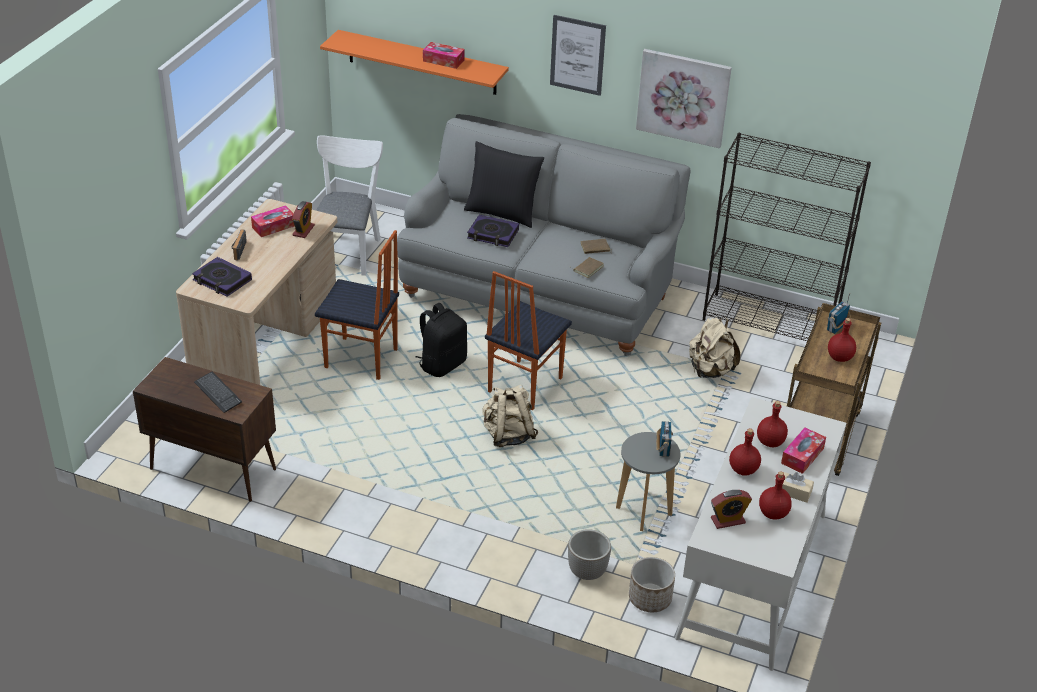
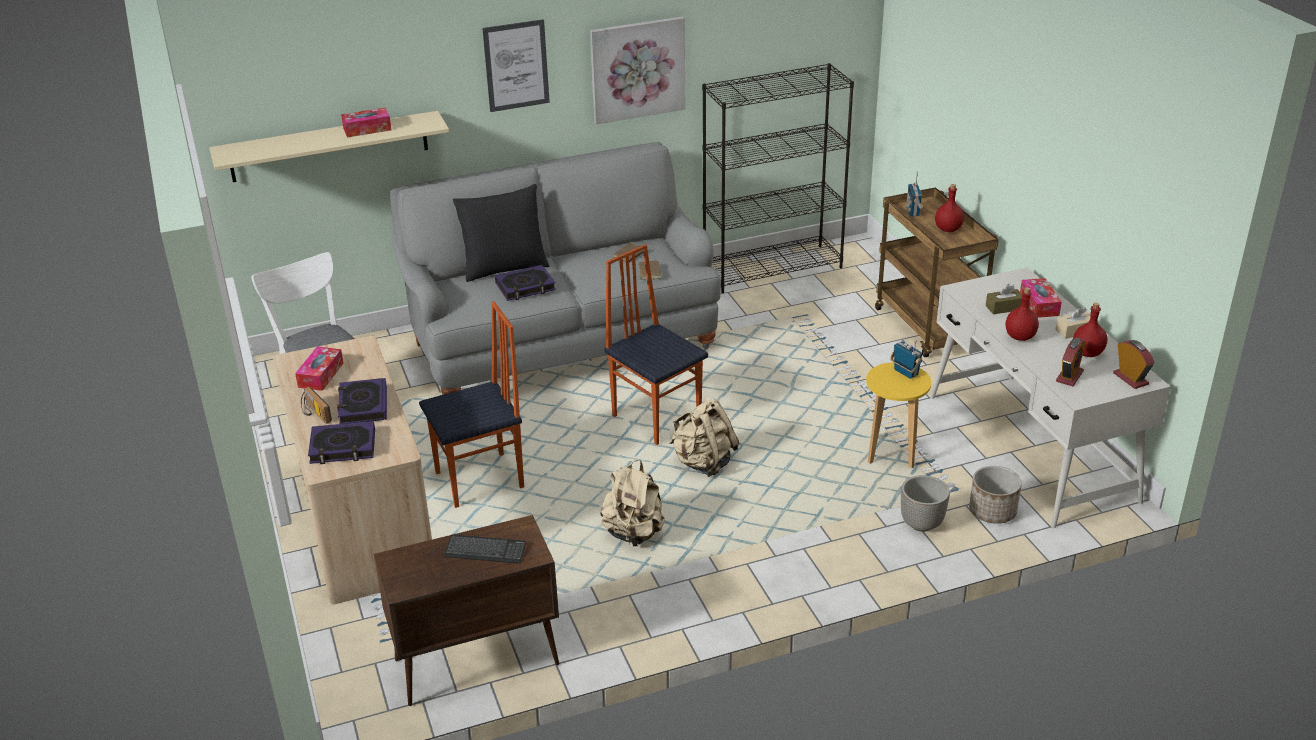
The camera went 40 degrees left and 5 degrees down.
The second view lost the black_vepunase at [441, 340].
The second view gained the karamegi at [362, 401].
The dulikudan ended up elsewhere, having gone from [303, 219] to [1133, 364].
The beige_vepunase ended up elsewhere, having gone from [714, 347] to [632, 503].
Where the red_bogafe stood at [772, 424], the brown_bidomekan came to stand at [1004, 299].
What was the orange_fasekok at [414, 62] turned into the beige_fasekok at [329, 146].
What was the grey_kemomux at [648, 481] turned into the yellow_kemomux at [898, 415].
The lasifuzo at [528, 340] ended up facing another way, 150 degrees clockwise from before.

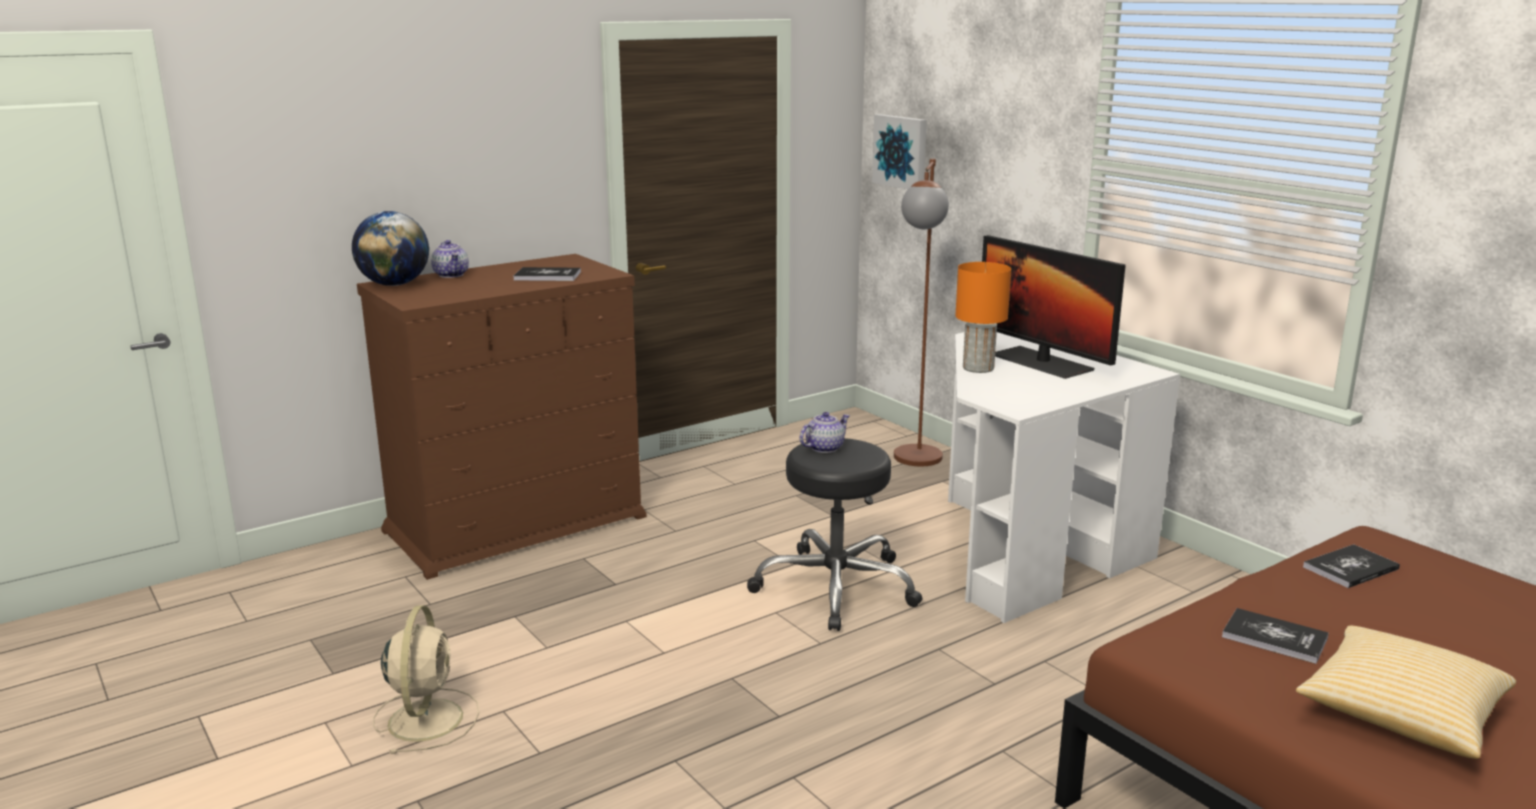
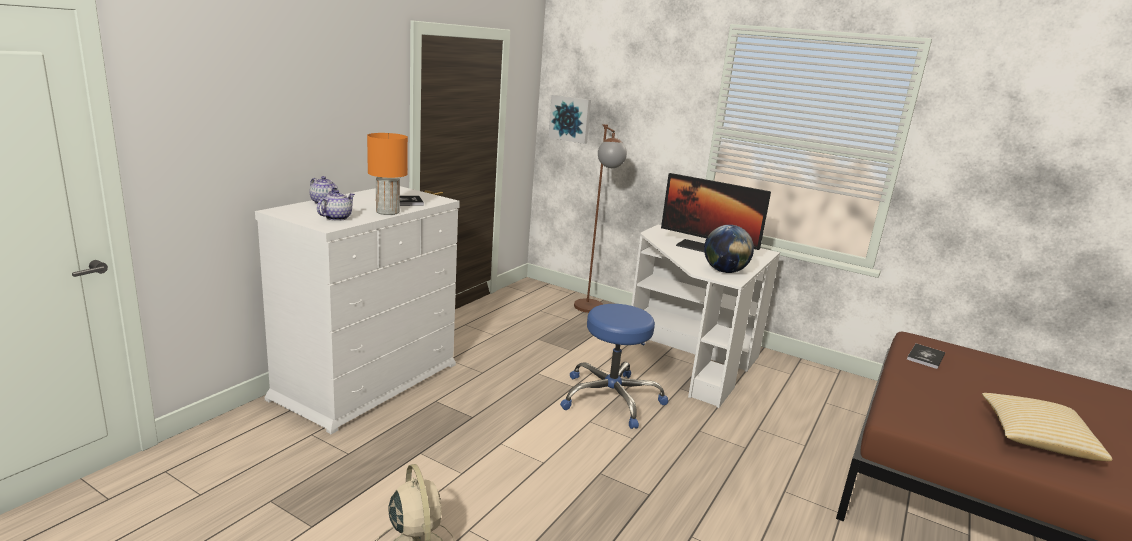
The camera went 25 degrees left and 0 degrees up.
The second view lost the karamegi at [1275, 636].
The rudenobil ended up elsewhere, having gone from [390, 248] to [729, 249].
The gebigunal ended up elsewhere, having gone from [825, 432] to [336, 205].
The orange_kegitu ended up elsewhere, having gone from [983, 317] to [387, 174].
What was the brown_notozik at [502, 417] turned into the white_notozik at [357, 310].
What was the black_kemomux at [834, 534] turned into the blue_kemomux at [614, 366].

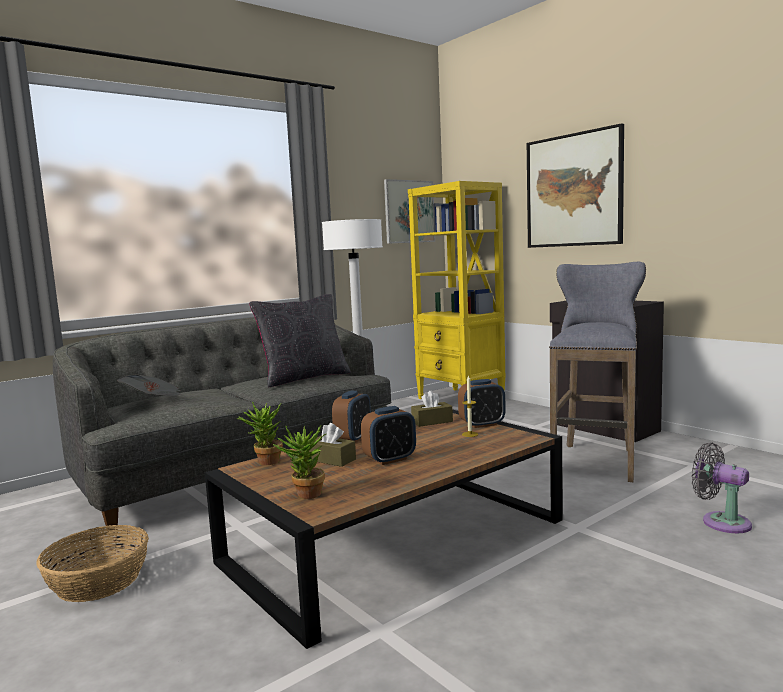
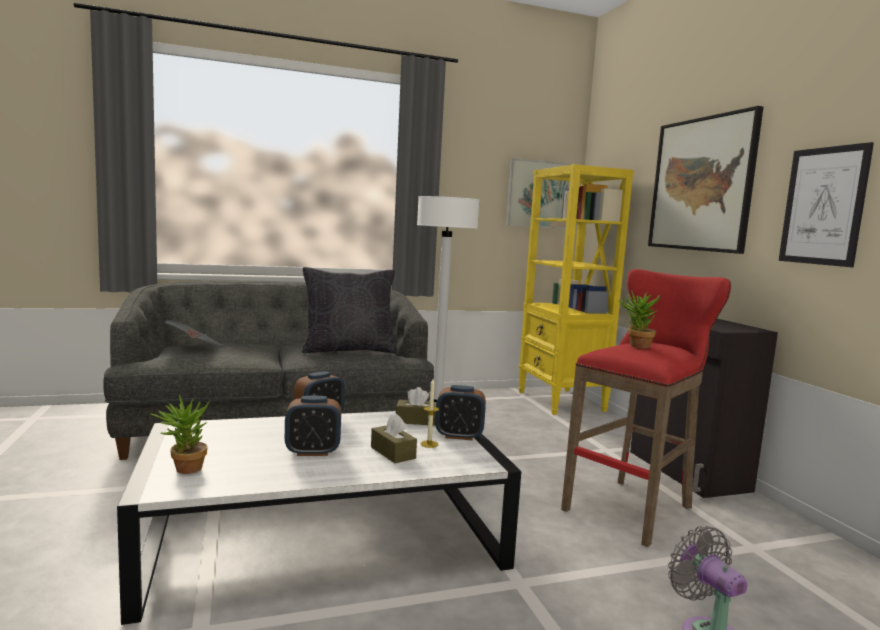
The camera went 20 degrees right and 0 degrees up.
The second view lost the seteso at [92, 563].
The second view gained the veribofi at [826, 204].
The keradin ended up elsewhere, having gone from [259, 433] to [640, 319].
The brown_bidomekan ended up elsewhere, having gone from [332, 445] to [394, 438].
What was the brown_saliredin at [384, 529] turned into the white_saliredin at [319, 518].
What was the grey_kemomux at [597, 372] turned into the red_kemomux at [646, 408].

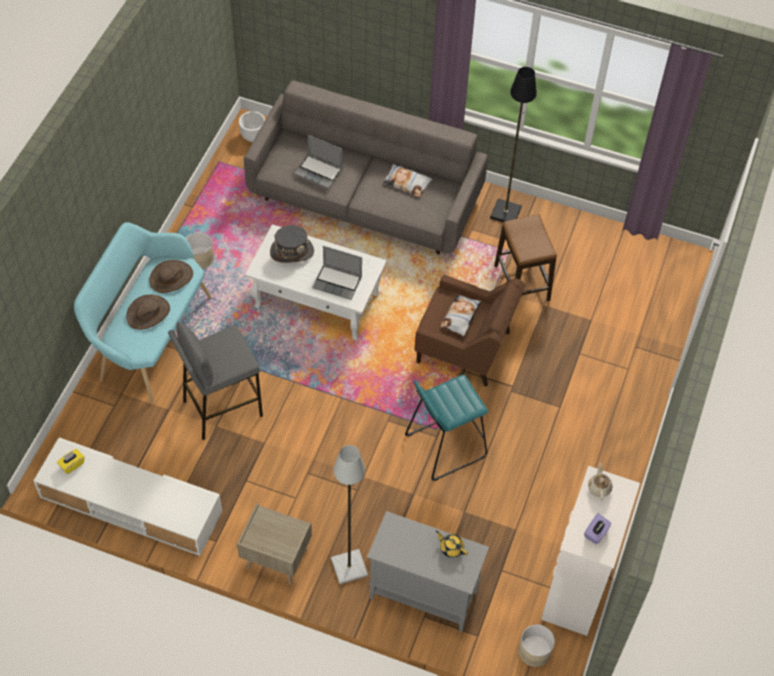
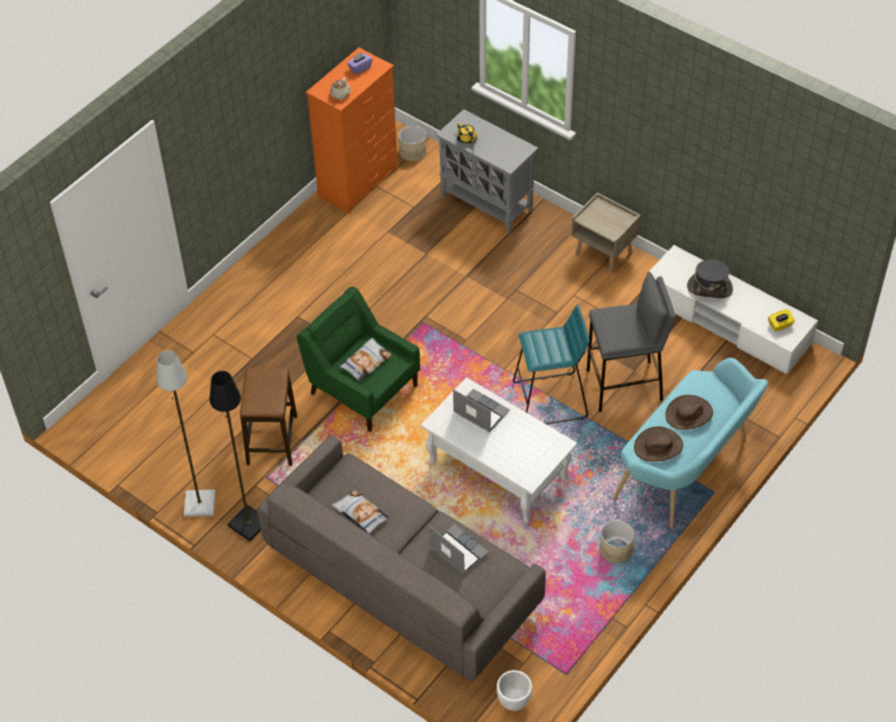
The camera went 160 degrees left and 5 degrees down.
The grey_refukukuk ended up elsewhere, having gone from [292, 244] to [710, 279].
The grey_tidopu ended up elsewhere, having gone from [349, 514] to [186, 433].
The turquoise_kemomux ended up elsewhere, having gone from [446, 428] to [551, 365].
What was the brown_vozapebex at [469, 331] turned into the green_vozapebex at [358, 359].
What was the white_notozik at [590, 551] turned into the orange_notozik at [352, 131].

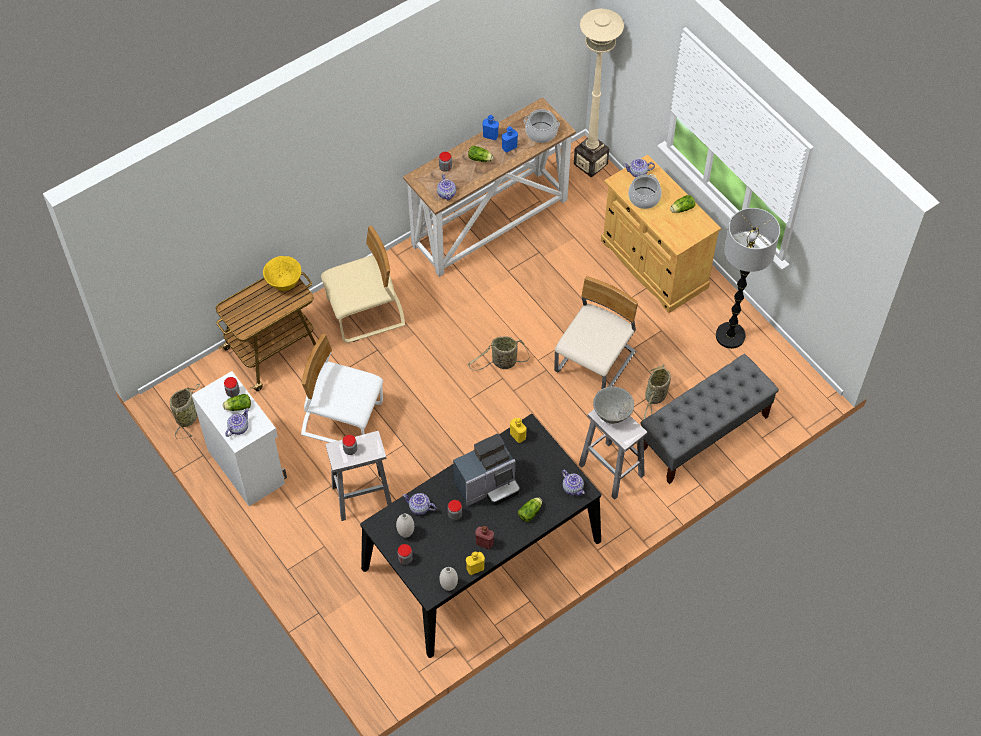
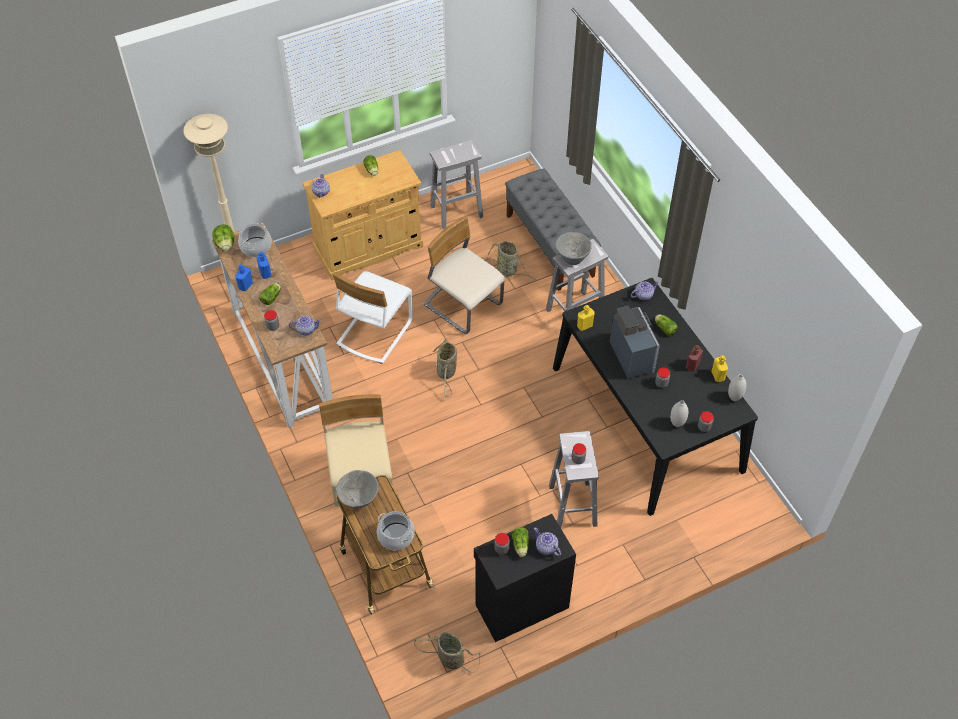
The camera went 80 degrees left and 5 degrees down.
The second view lost the gebigunal at [419, 504].
The second view gained the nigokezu at [223, 237].
The white_lasifuzo ended up elsewhere, having gone from [342, 388] to [373, 317].
The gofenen ended up elsewhere, having gone from [645, 191] to [395, 530].
Where the tidopu stood at [748, 278], the white_kemomux came to stand at [456, 184].
What was the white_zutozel at [239, 438] turned into the black_zutozel at [525, 578].
What was the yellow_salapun at [282, 273] turned into the grey_salapun at [357, 489].

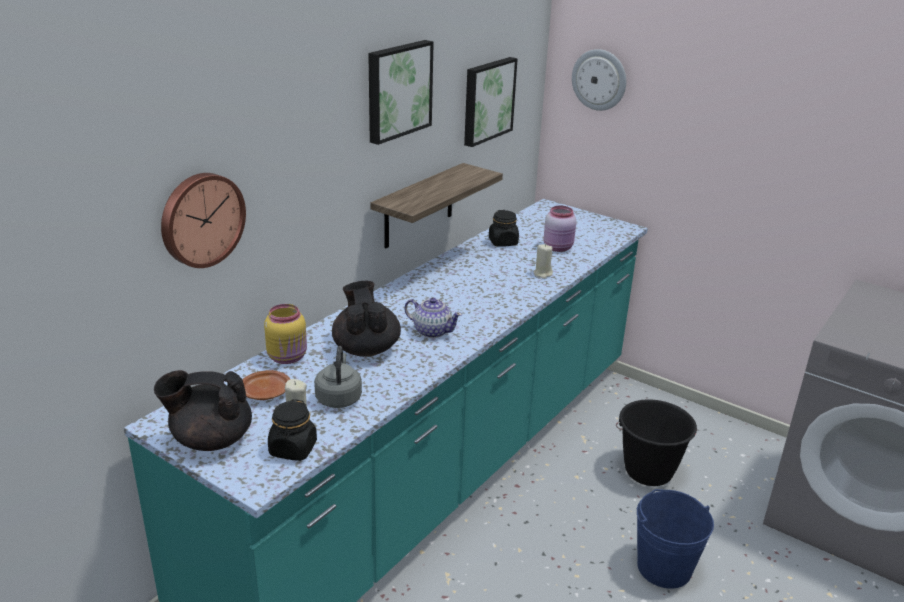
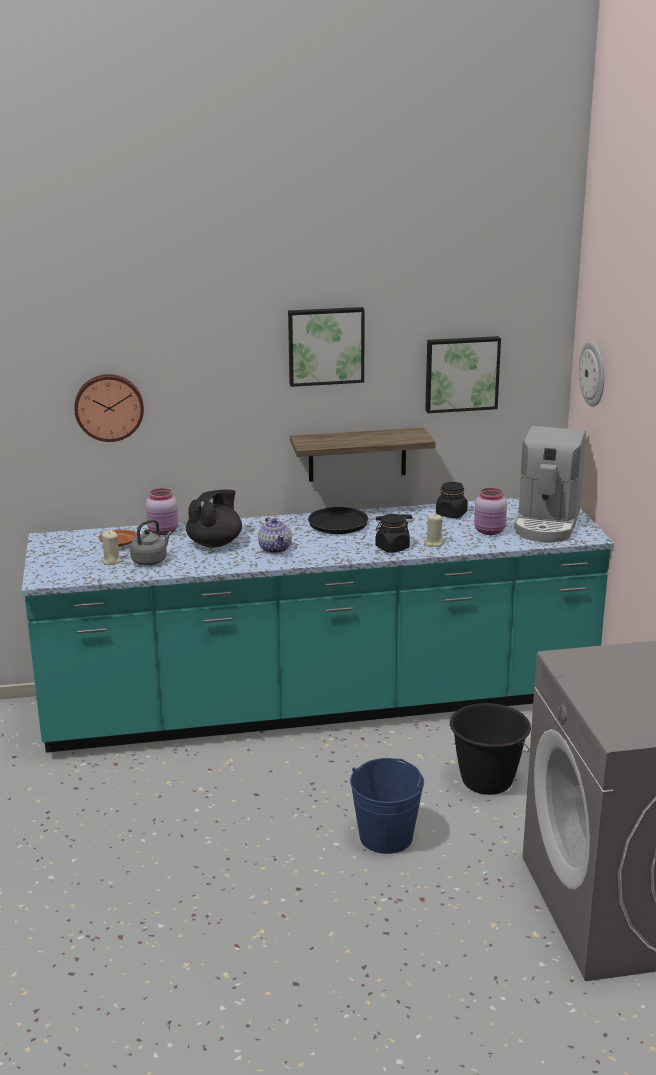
The camera went 45 degrees right and 5 degrees down.
The second view lost the black_gebigunal at [203, 410].
The second view gained the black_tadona at [360, 520].
The second view gained the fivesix at [550, 484].
The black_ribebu ended up elsewhere, having gone from [292, 430] to [392, 533].
What was the yellow_ribebu at [285, 334] turned into the pink_ribebu at [162, 511].

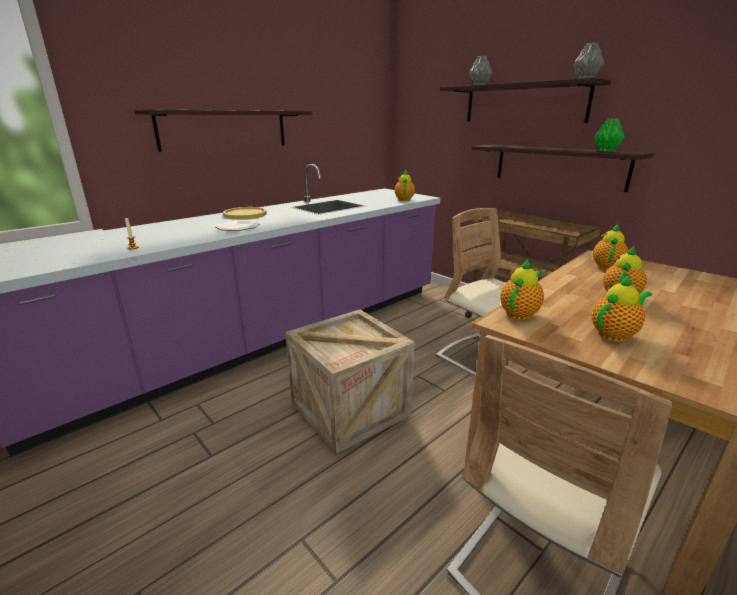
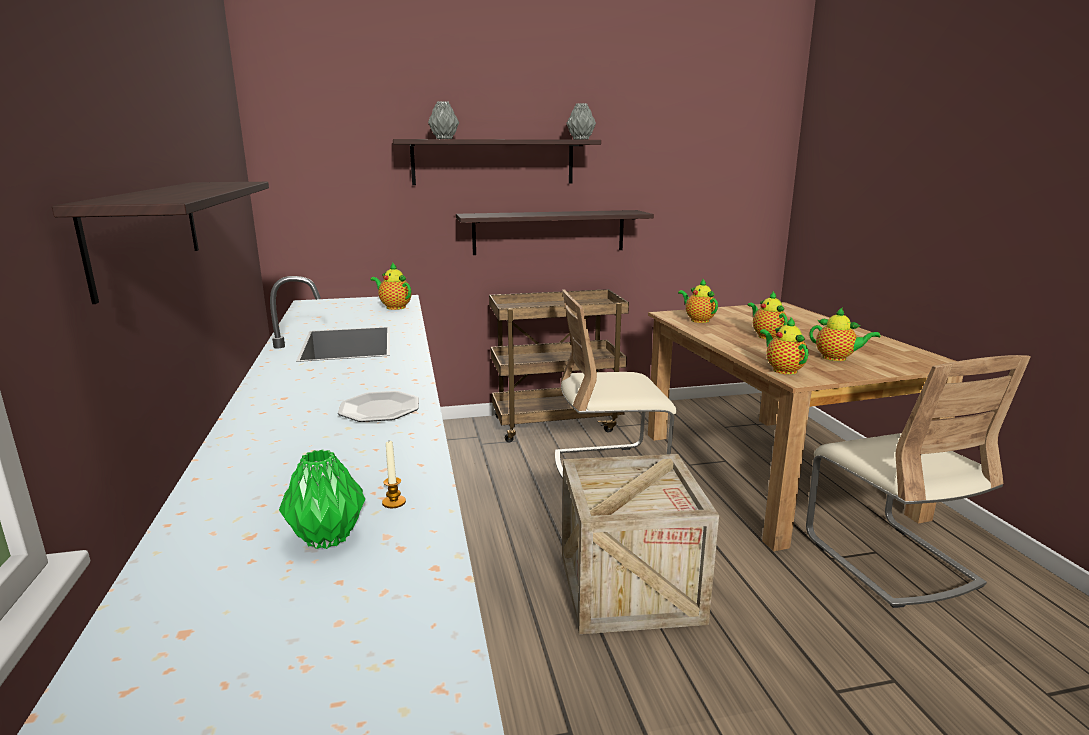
The camera went 60 degrees left and 5 degrees down.
The second view lost the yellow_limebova at [245, 213].
The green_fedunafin ended up elsewhere, having gone from [609, 135] to [322, 499].
The gebigunal at [622, 308] ended up facing another way, 120 degrees clockwise from before.

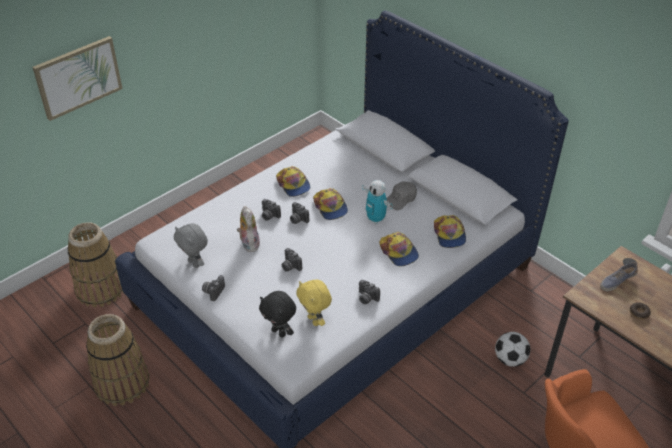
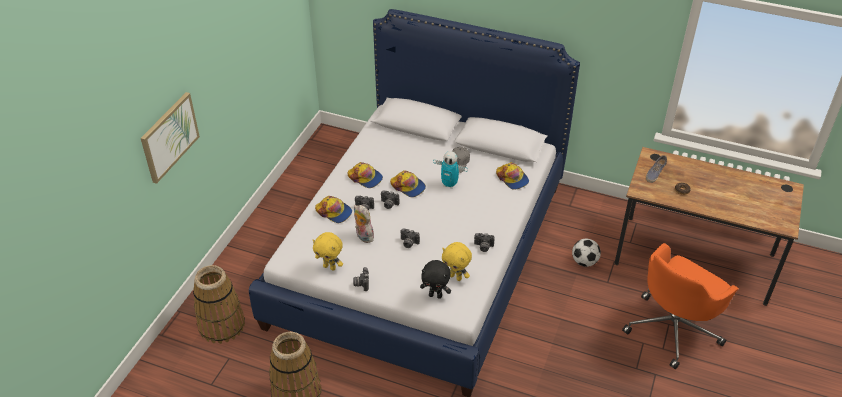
The camera went 25 degrees left and 0 degrees up.
The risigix ended up elsewhere, having gone from [399, 249] to [333, 209].
What was the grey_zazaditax at [191, 245] turned into the yellow_zazaditax at [328, 251].

